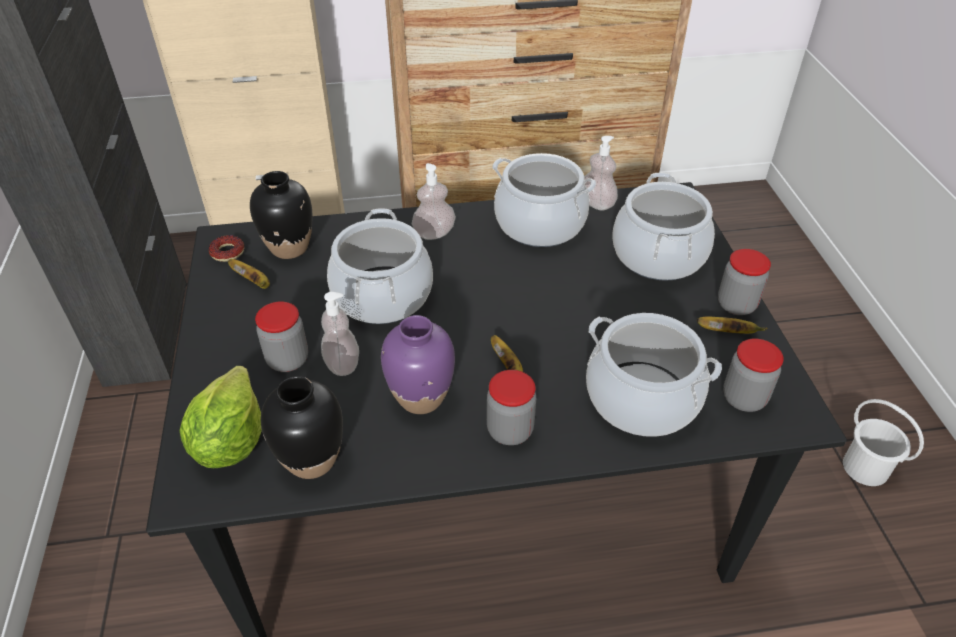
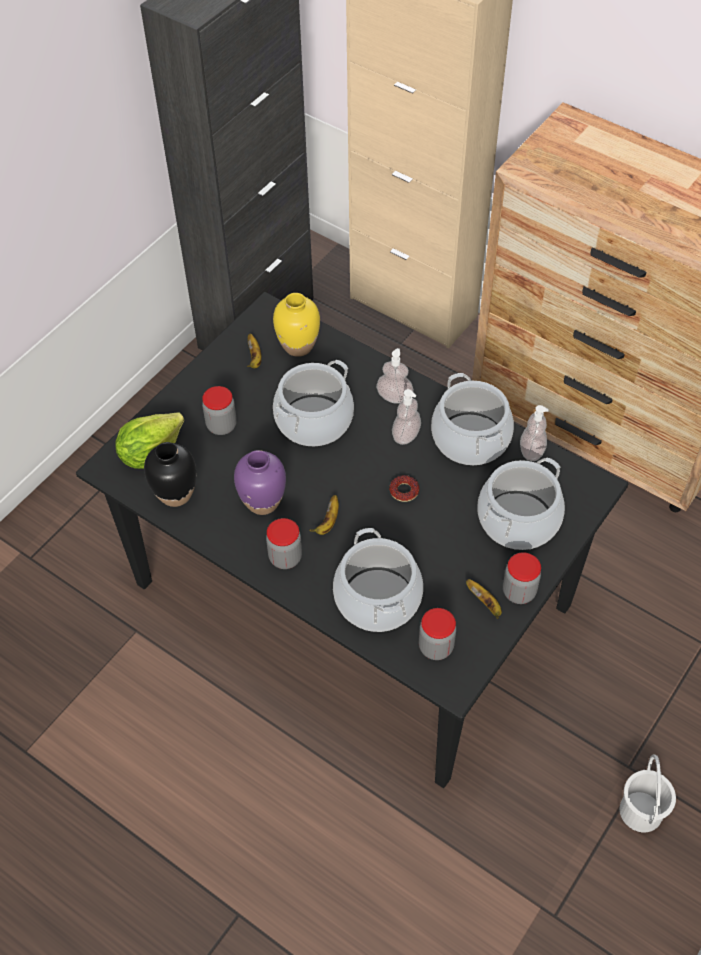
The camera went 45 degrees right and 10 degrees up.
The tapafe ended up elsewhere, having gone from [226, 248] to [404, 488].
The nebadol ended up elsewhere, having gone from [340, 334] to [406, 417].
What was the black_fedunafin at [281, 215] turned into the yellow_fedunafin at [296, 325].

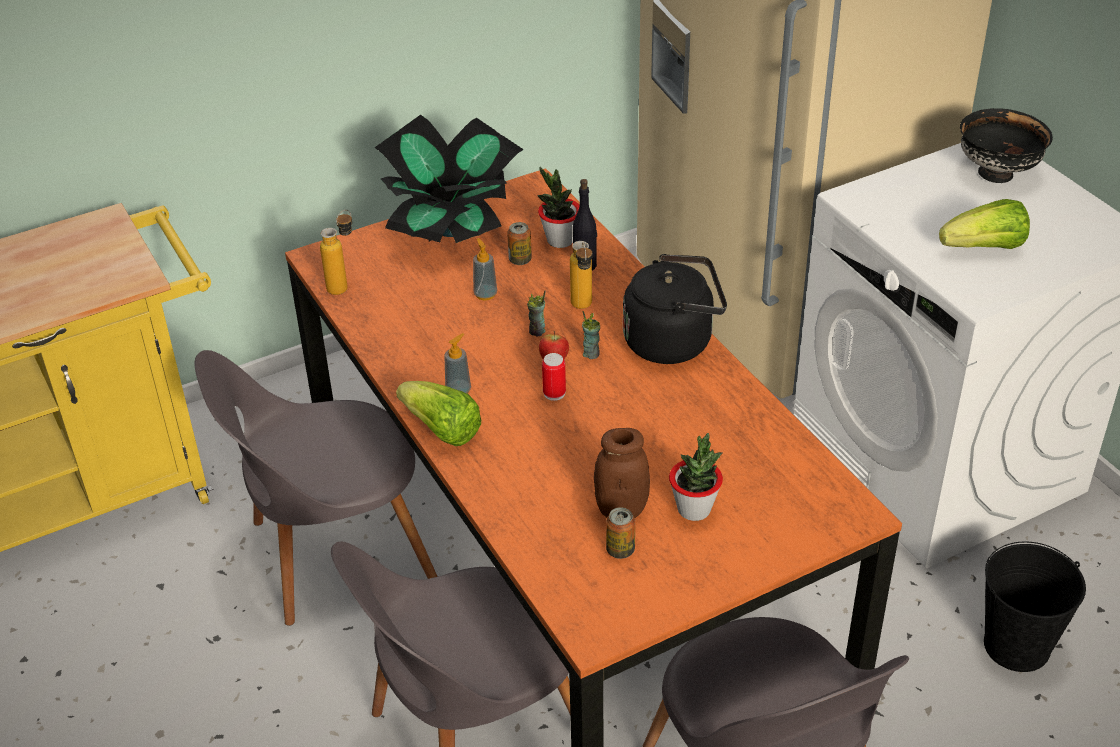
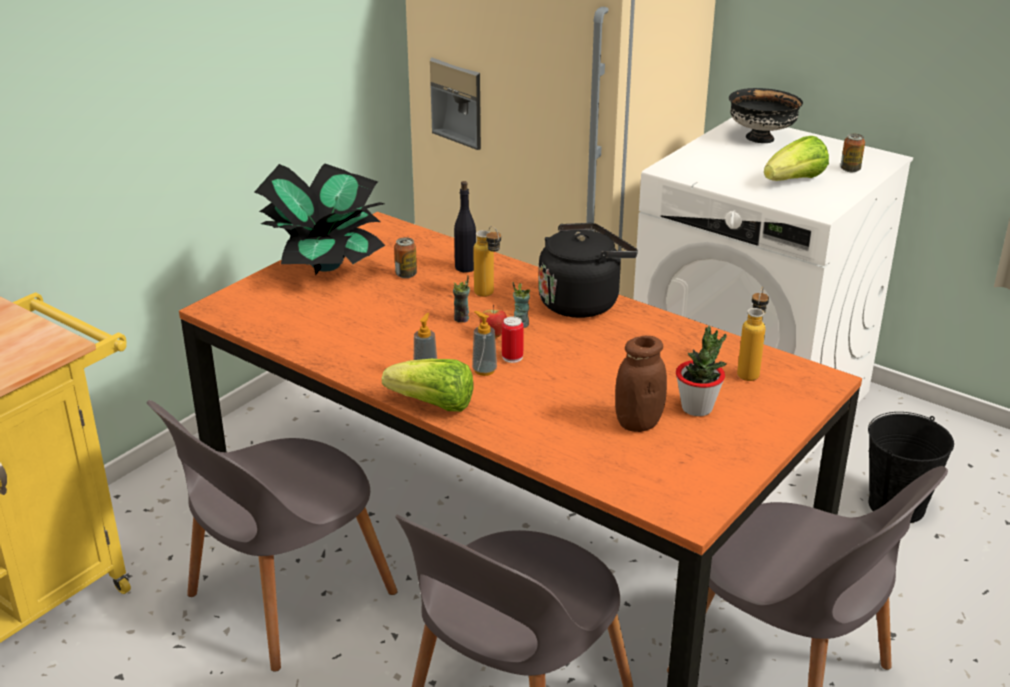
The camera went 25 degrees left and 10 degrees down.
The second view lost the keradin at [558, 207].
The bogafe ended up elsewhere, having gone from [336, 252] to [753, 334].
The nebadol ended up elsewhere, having gone from [485, 269] to [484, 343].
The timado ended up elsewhere, having gone from [620, 533] to [852, 153].

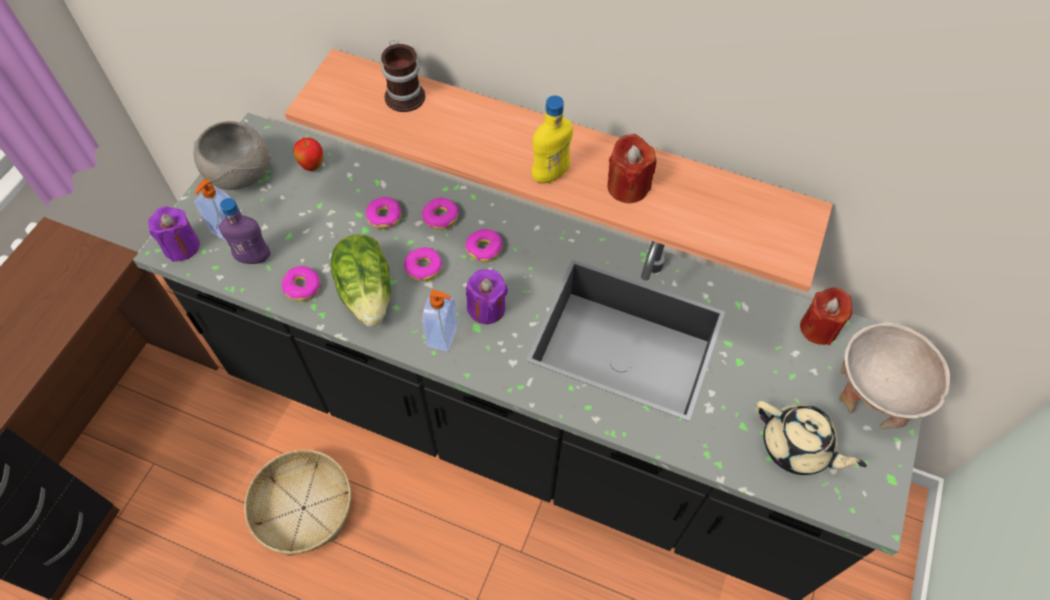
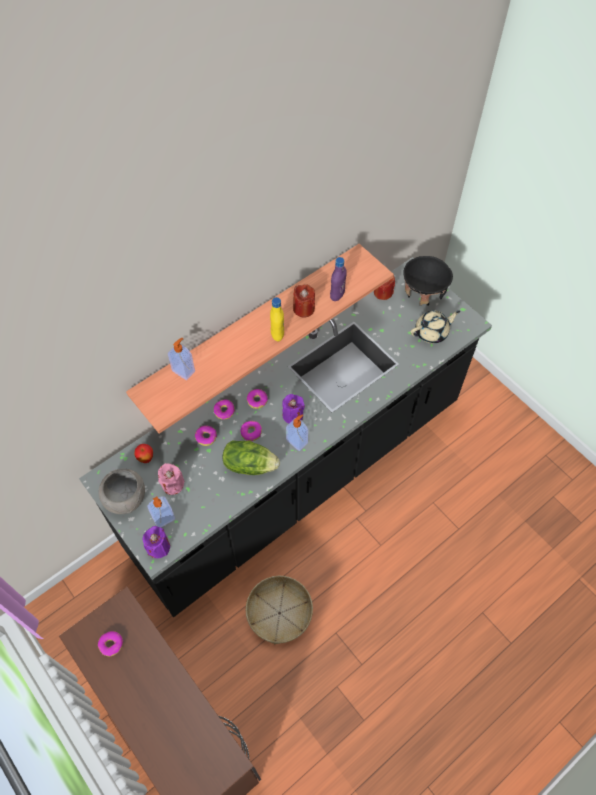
The camera went 60 degrees left and 0 degrees up.
The second view gained the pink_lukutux at [171, 479].
The purple_bogafe ended up elsewhere, having gone from [245, 231] to [338, 279].
The tapafe ended up elsewhere, having gone from [301, 284] to [110, 643].
Where the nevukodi stood at [403, 76], the nebadol came to stand at [181, 359].
What was the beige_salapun at [894, 375] turned into the black_salapun at [428, 281].

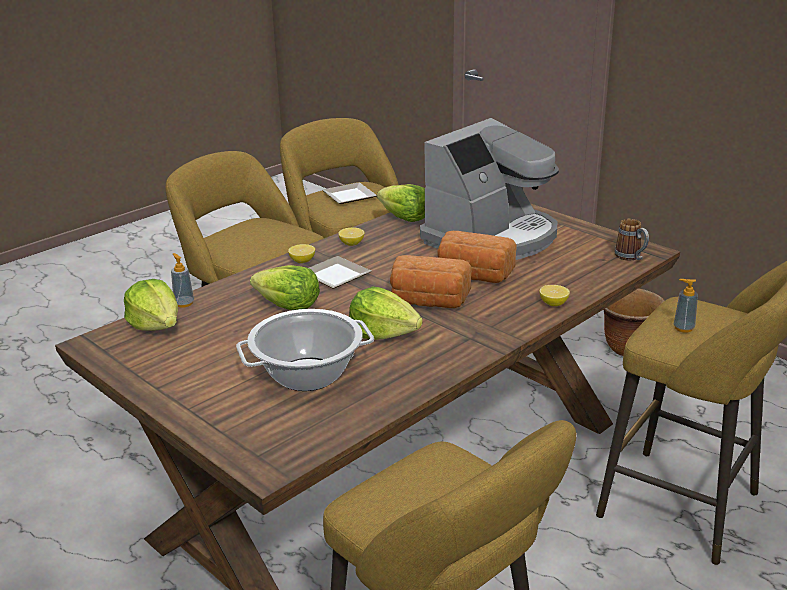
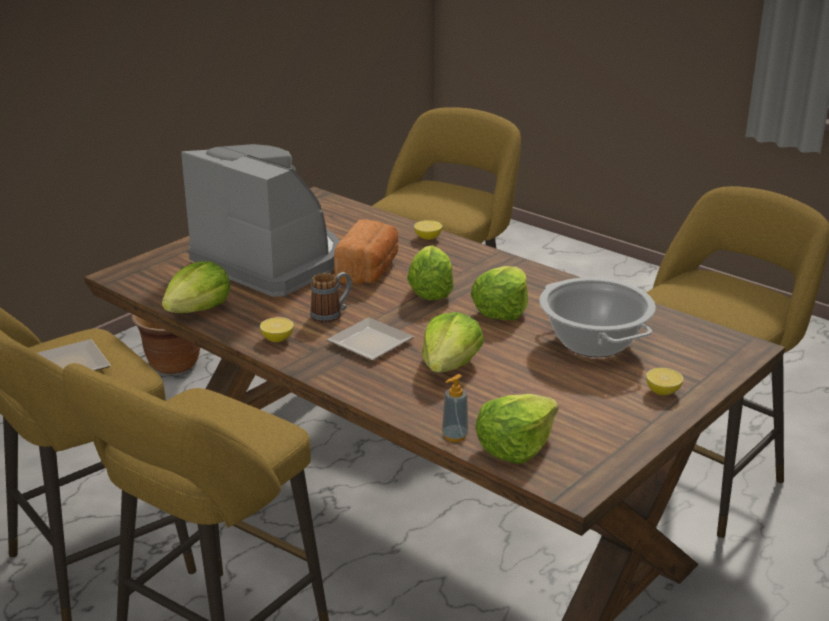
The camera went 95 degrees left and 0 degrees up.
The second view lost the nebadol at [686, 306].
The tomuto ended up elsewhere, having gone from [301, 253] to [664, 381].
The nevukodi ended up elsewhere, having gone from [632, 239] to [331, 297].
Where the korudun stood at [431, 281], the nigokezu came to stand at [430, 273].

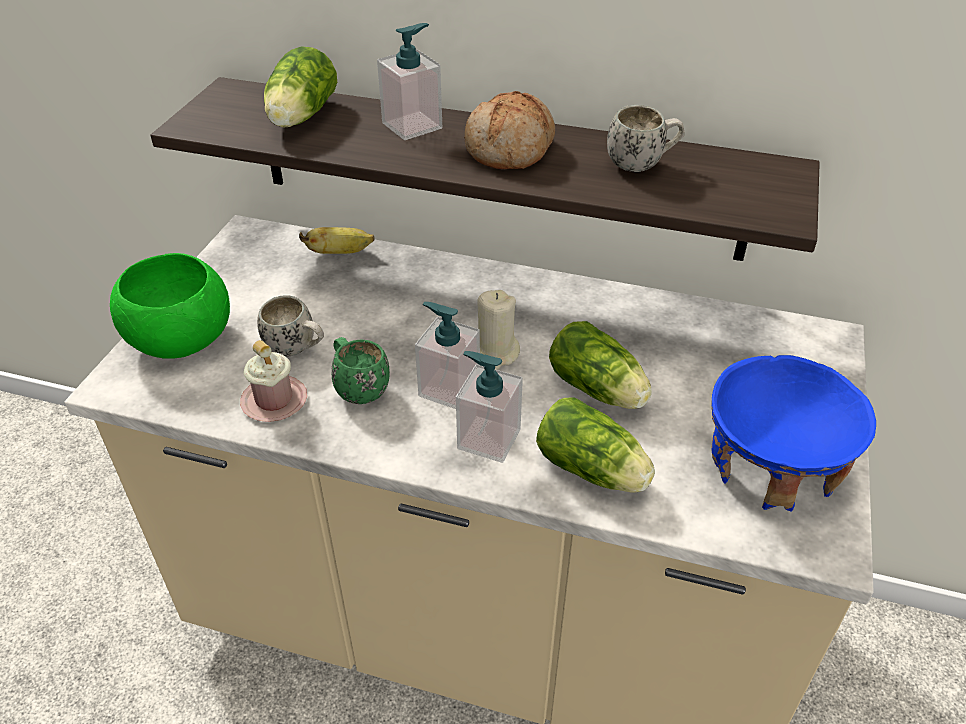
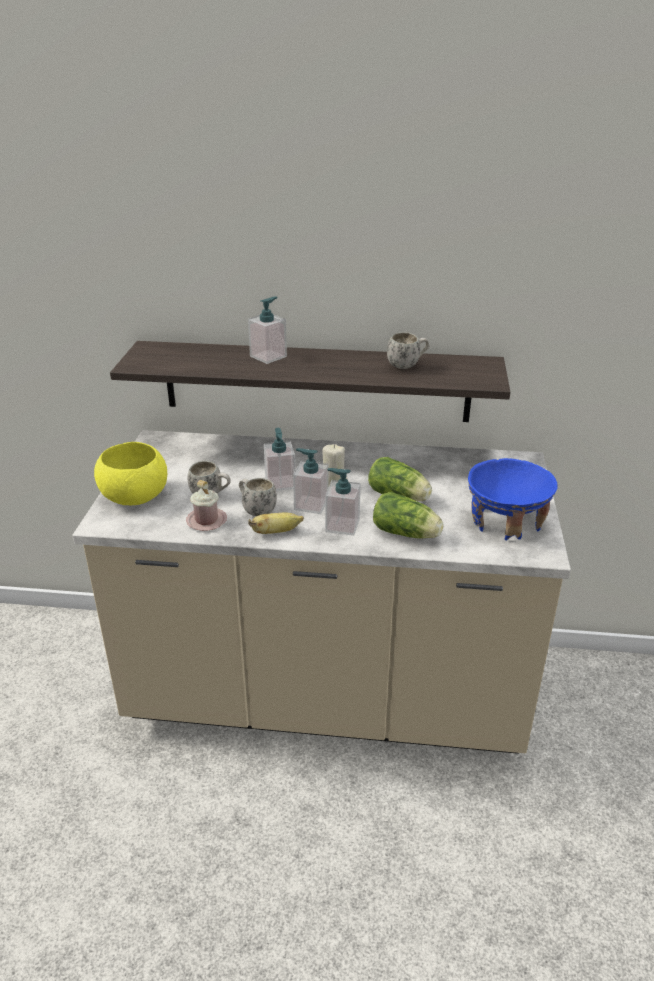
The camera went 10 degrees left and 10 degrees down.
The second view lost the nigokezu at [300, 86].
The second view lost the korudun at [509, 130].
The second view gained the nebadol at [279, 459].
The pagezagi ended up elsewhere, having gone from [337, 240] to [276, 523].
What was the green_salapun at [170, 306] turned into the yellow_salapun at [130, 473].
What was the green_nevukodi at [360, 370] turned into the white_nevukodi at [258, 497].

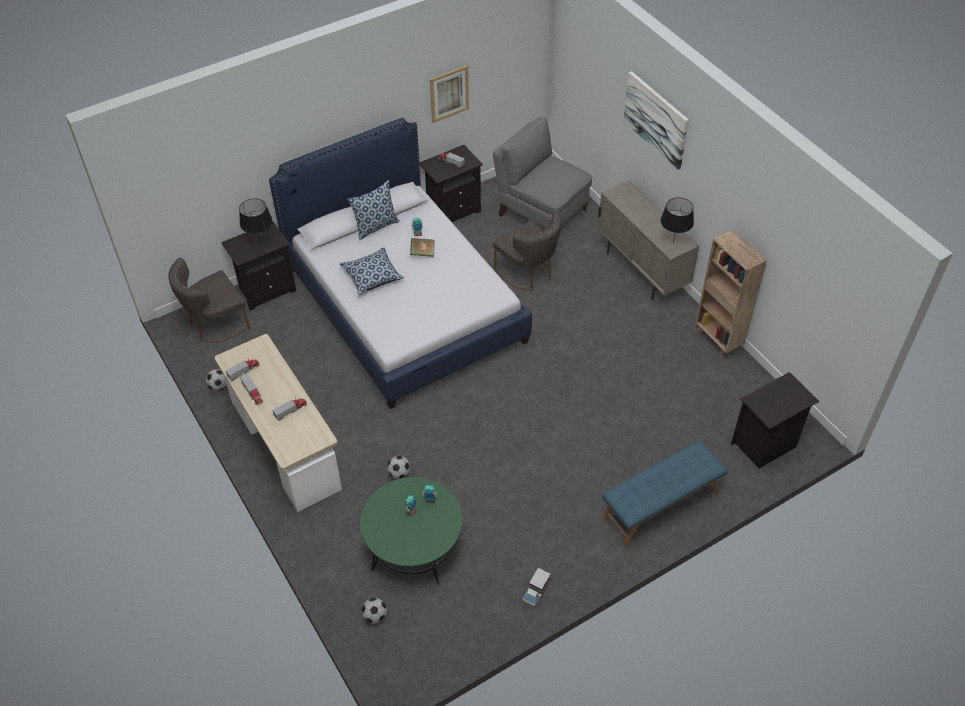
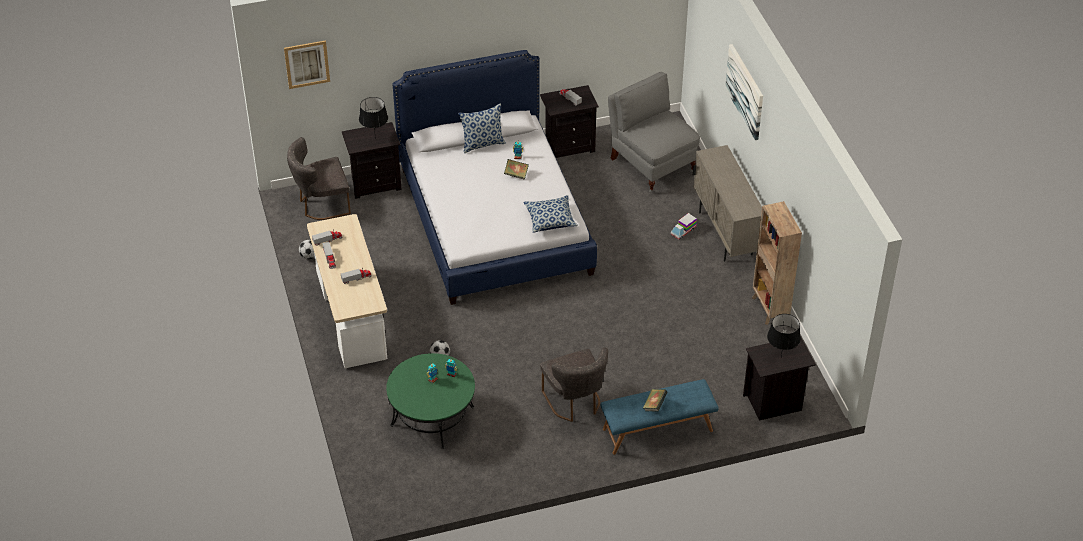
The camera went 15 degrees right and 5 degrees down.
The second view lost the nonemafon at [374, 611].
The second view gained the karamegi at [655, 400].
The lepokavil ended up elsewhere, having gone from [372, 271] to [550, 214].
The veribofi ended up elsewhere, having gone from [449, 94] to [307, 64].
The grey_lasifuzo ended up elsewhere, having gone from [527, 251] to [574, 384].
The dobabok ended up elsewhere, having gone from [536, 588] to [684, 226].
The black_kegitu ended up elsewhere, having gone from [677, 220] to [784, 335].

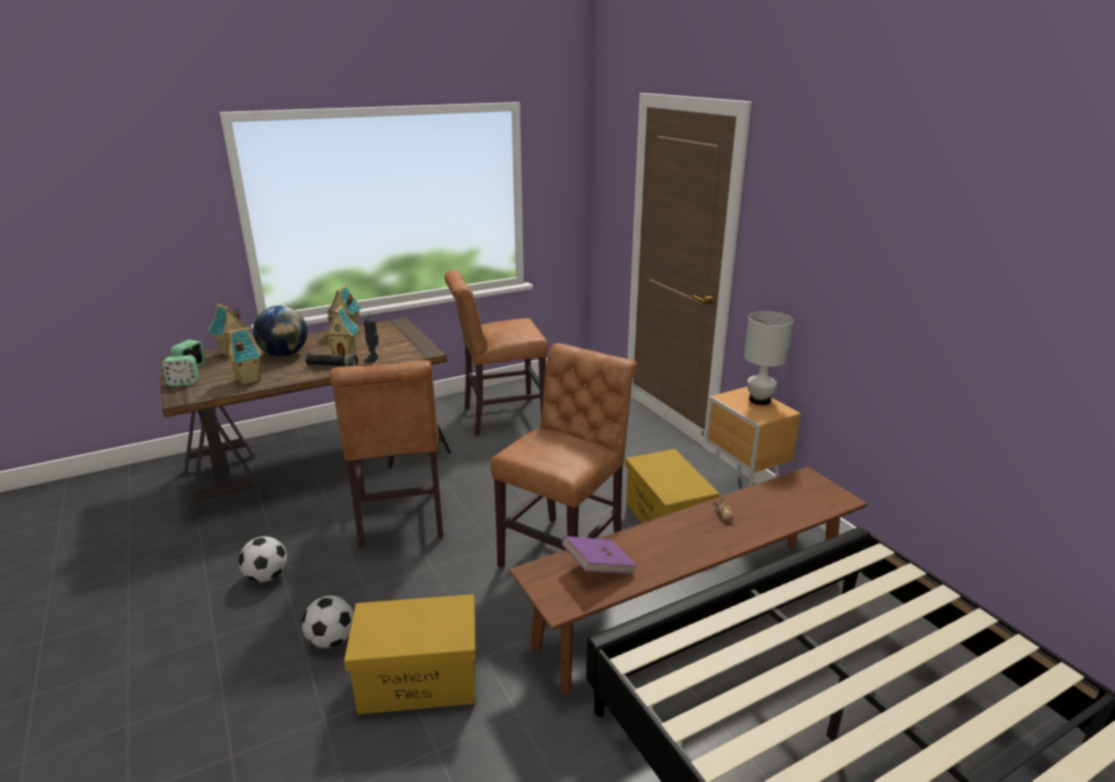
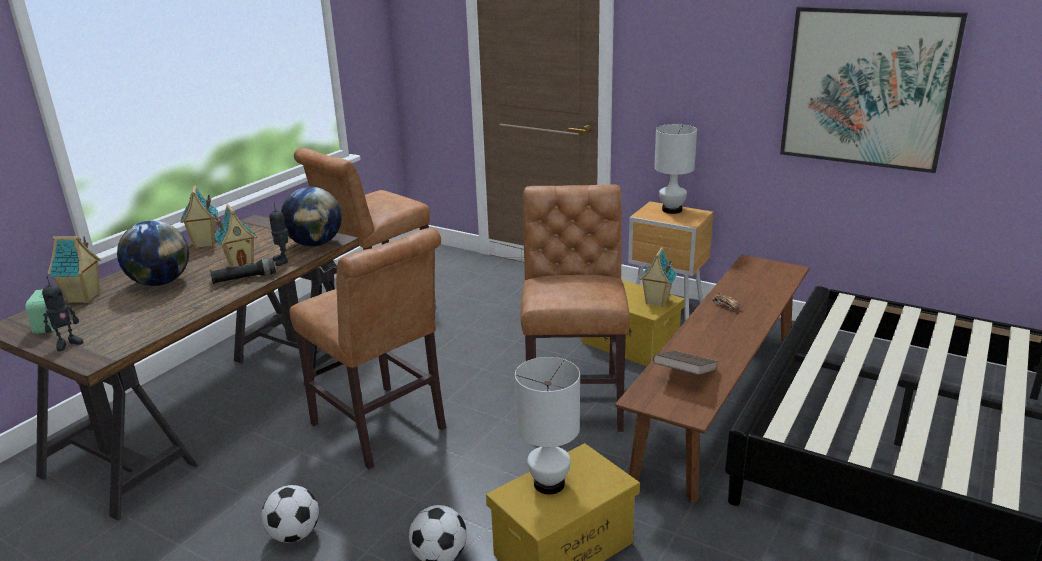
The camera went 30 degrees left and 0 degrees up.
The second view gained the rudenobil at [311, 216].
The second view gained the white_kegitu at [547, 425].
The second view gained the veribofi at [874, 89].
The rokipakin ended up elsewhere, having gone from [243, 356] to [658, 277].
Where the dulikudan stood at [180, 370], the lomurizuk came to stand at [62, 313].
What was the purple_karamegi at [599, 555] turned into the brown_karamegi at [685, 363].

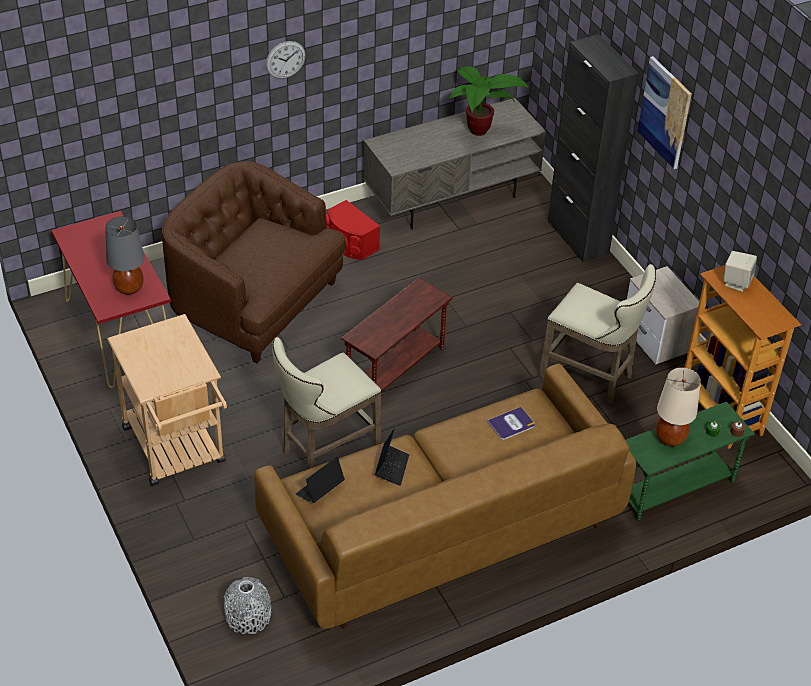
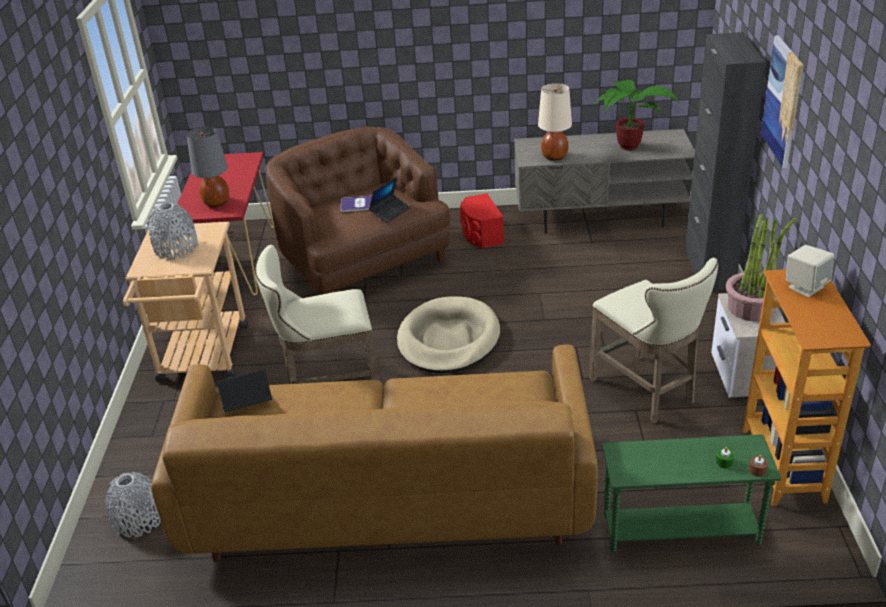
The camera went 30 degrees right and 10 degrees down.
The second view lost the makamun at [286, 60].
The second view gained the grey_fedunafin at [172, 231].
The second view gained the keradin at [761, 267].
The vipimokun ended up elsewhere, having gone from [392, 457] to [390, 200].
The karamegi ended up elsewhere, having gone from [511, 423] to [356, 204].
The beige_kegitu ended up elsewhere, having gone from [678, 407] to [555, 122].
Where the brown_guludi stood at [397, 341], the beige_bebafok came to stand at [448, 334].

